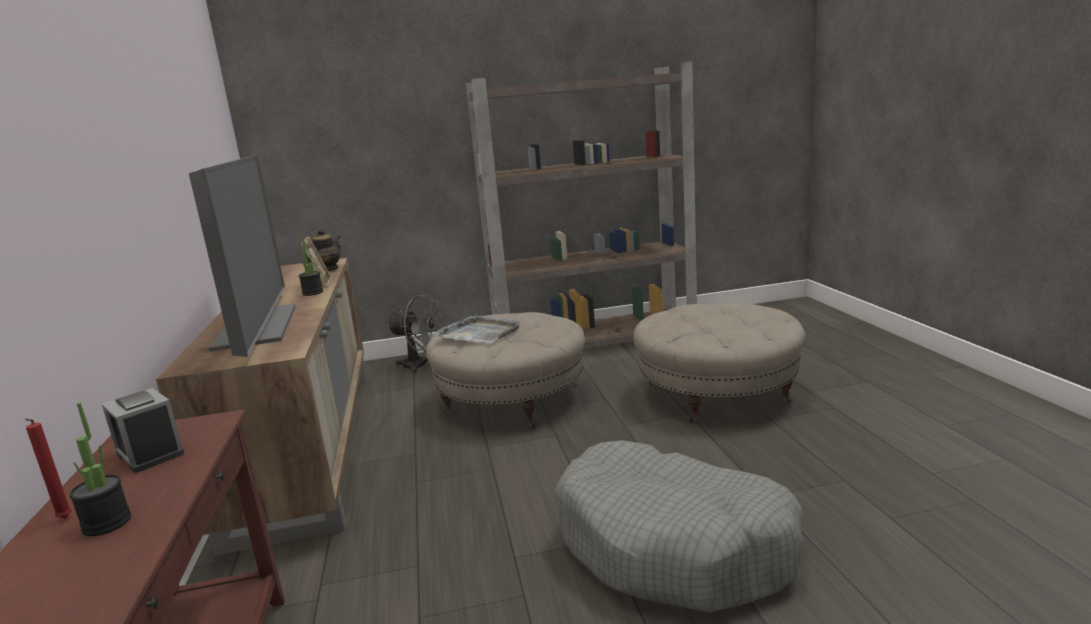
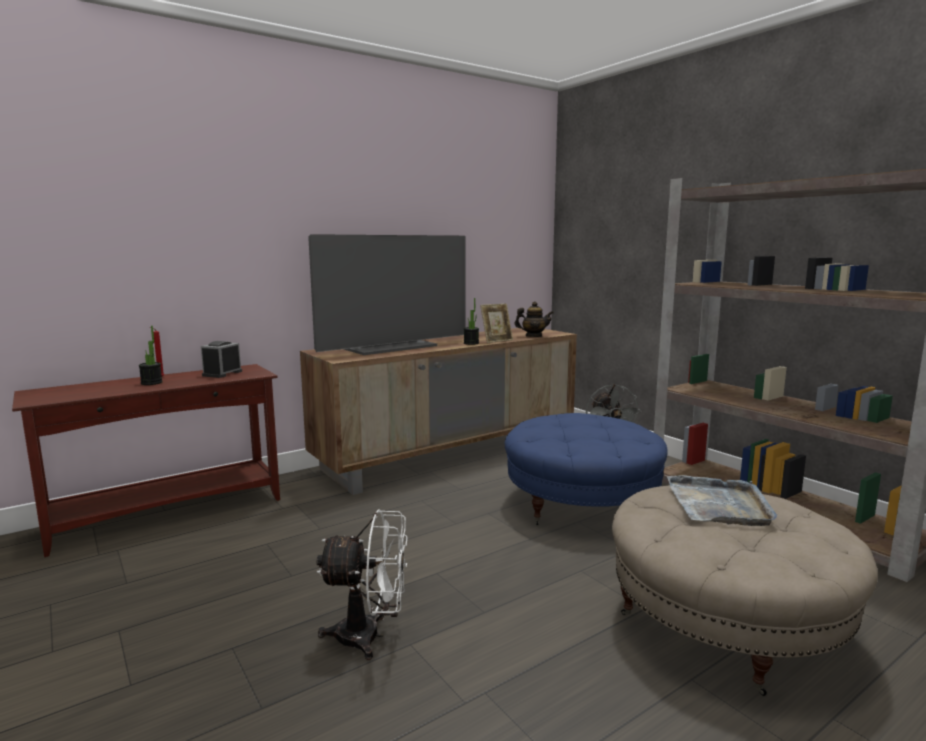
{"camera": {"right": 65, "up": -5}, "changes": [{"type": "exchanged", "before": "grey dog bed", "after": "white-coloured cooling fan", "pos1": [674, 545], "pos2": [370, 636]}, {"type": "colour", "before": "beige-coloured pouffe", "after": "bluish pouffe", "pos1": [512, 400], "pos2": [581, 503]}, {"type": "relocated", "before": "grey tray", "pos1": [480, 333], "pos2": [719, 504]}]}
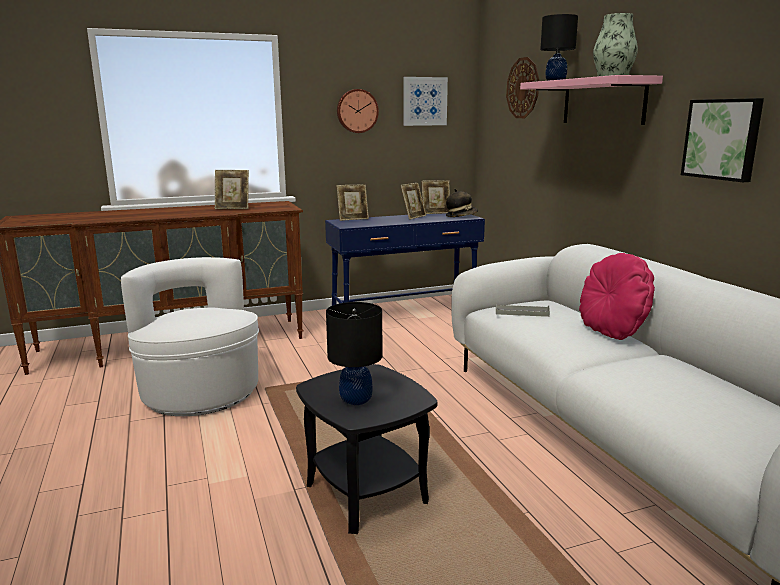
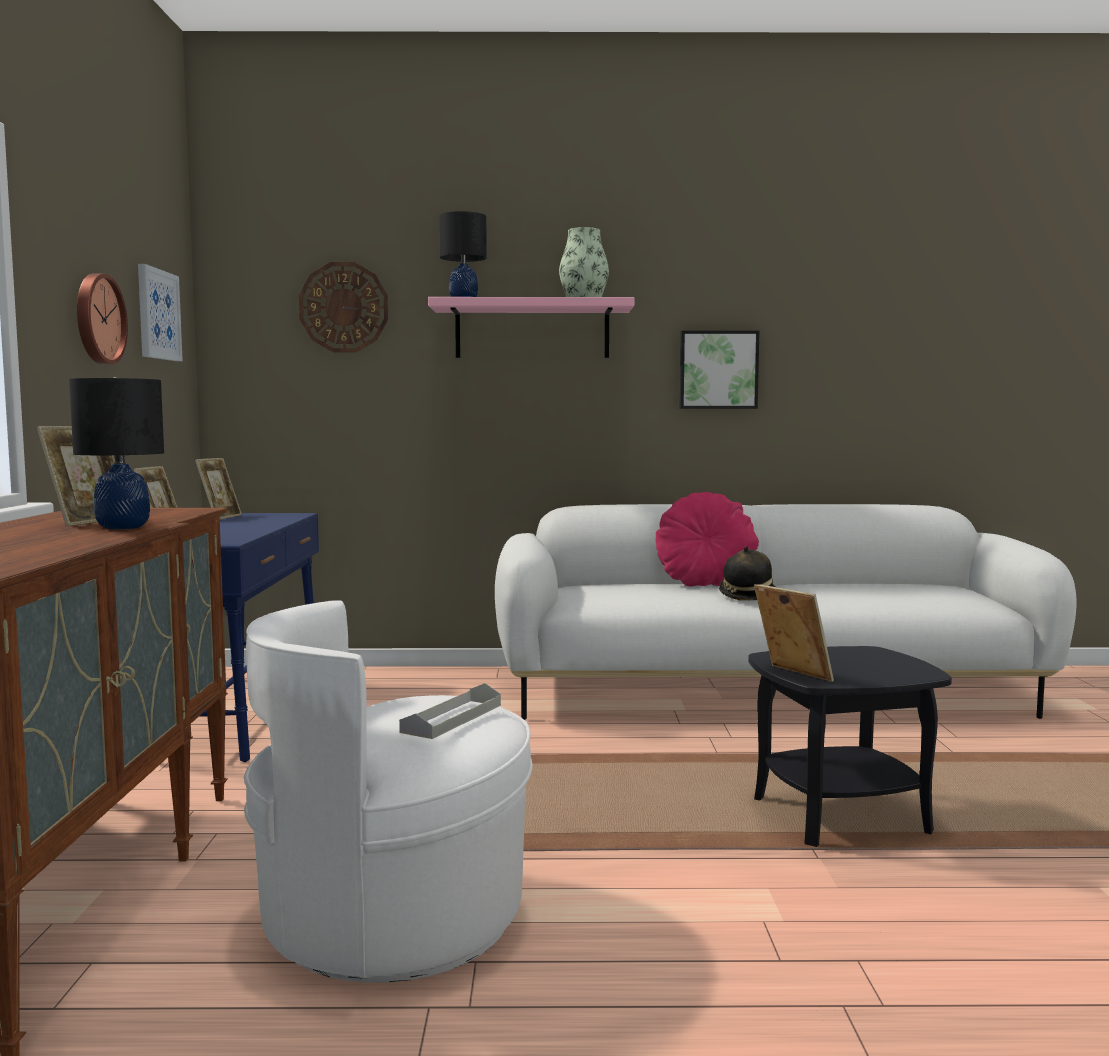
{"camera": {"right": -70, "up": -10}, "changes": [{"type": "relocated", "before": "black-coloured table lamp", "pos1": [355, 401], "pos2": [123, 528]}, {"type": "relocated", "before": "grey tray", "pos1": [522, 312], "pos2": [452, 718]}, {"type": "relocated", "before": "clothing hat", "pos1": [461, 216], "pos2": [747, 596]}, {"type": "relocated", "before": "picture frame", "pos1": [413, 217], "pos2": [791, 675]}]}
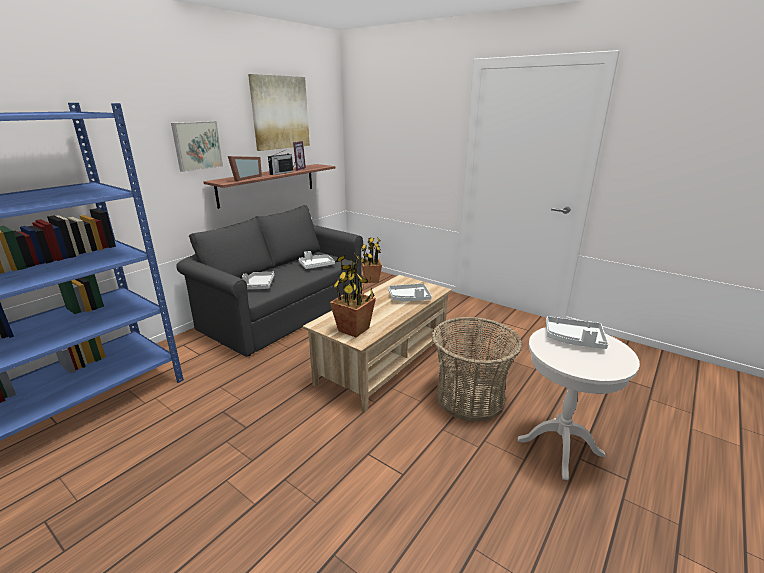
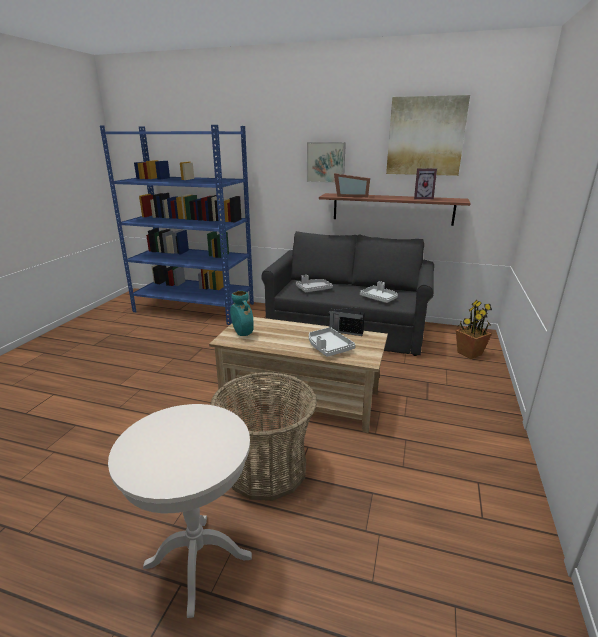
{"camera": {"right": 70, "up": 0}, "changes": [{"type": "exchanged", "before": "potted plant", "after": "turquoise decorative vase", "pos1": [354, 329], "pos2": [243, 334]}, {"type": "relocated", "before": "radio set", "pos1": [281, 173], "pos2": [345, 332]}, {"type": "missing", "before": "white-coloured tray", "pos1": [574, 339]}]}
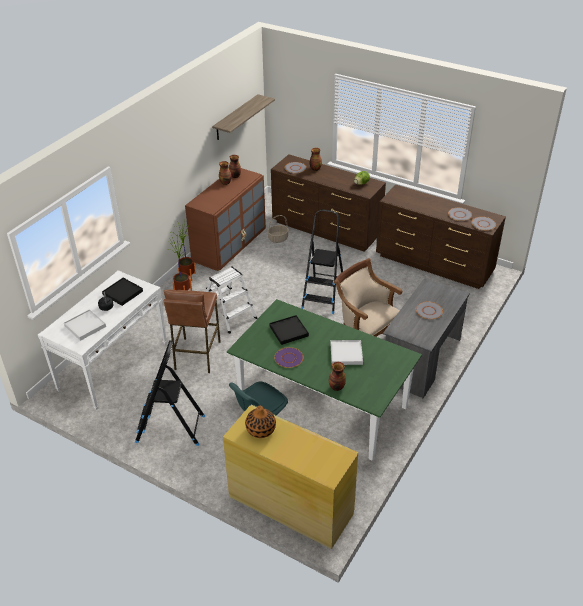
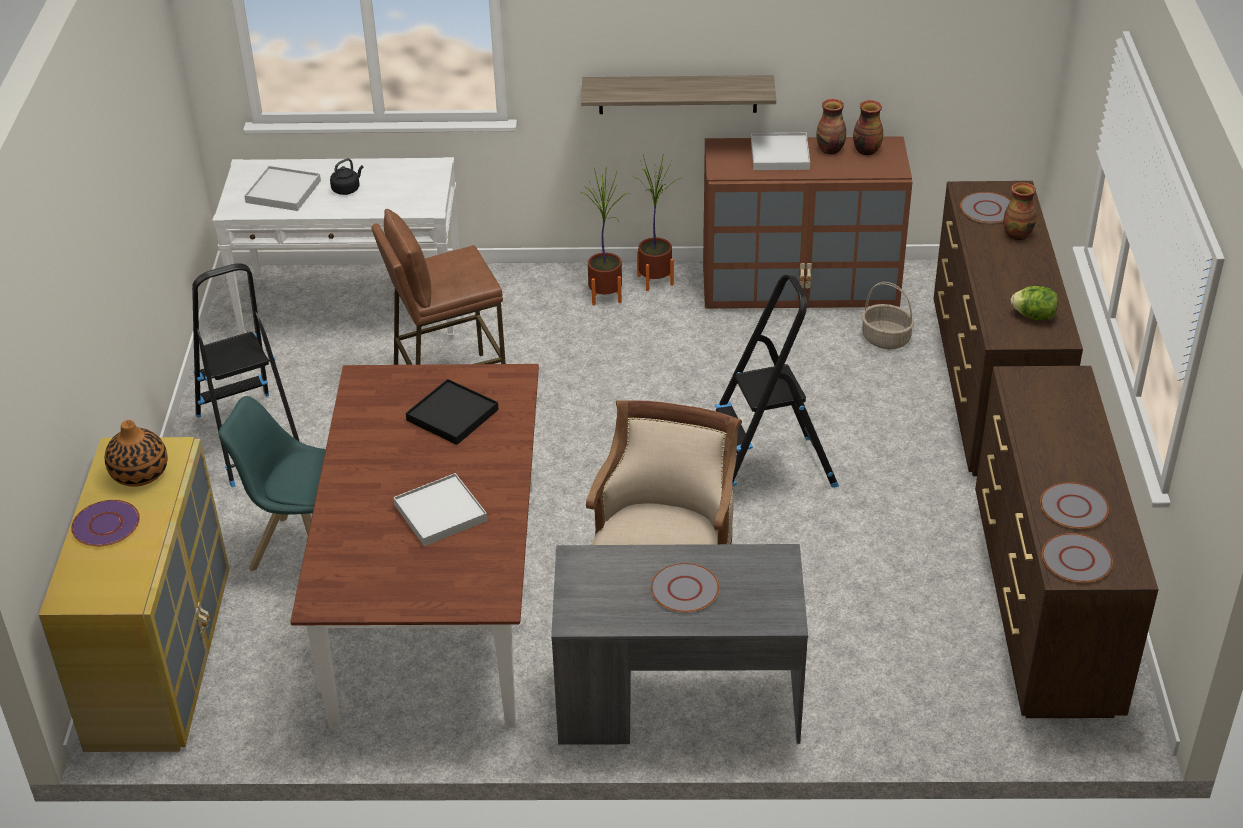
{"camera": {"right": 60, "up": 0}, "changes": [{"type": "relocated", "before": "purple-coloured plate", "pos1": [288, 358], "pos2": [105, 525]}, {"type": "colour", "before": "green dinner table", "after": "brown-coloured dinner table", "pos1": [323, 403], "pos2": [439, 599]}, {"type": "relocated", "before": "shelf", "pos1": [236, 117], "pos2": [677, 94]}, {"type": "appeared", "after": "white-coloured tray", "pos2": [779, 154]}, {"type": "missing", "before": "black-coloured tray", "pos1": [122, 293]}, {"type": "missing", "before": "white-coloured stepladder", "pos1": [228, 313]}, {"type": "missing", "before": "decorative vase", "pos1": [336, 387]}]}
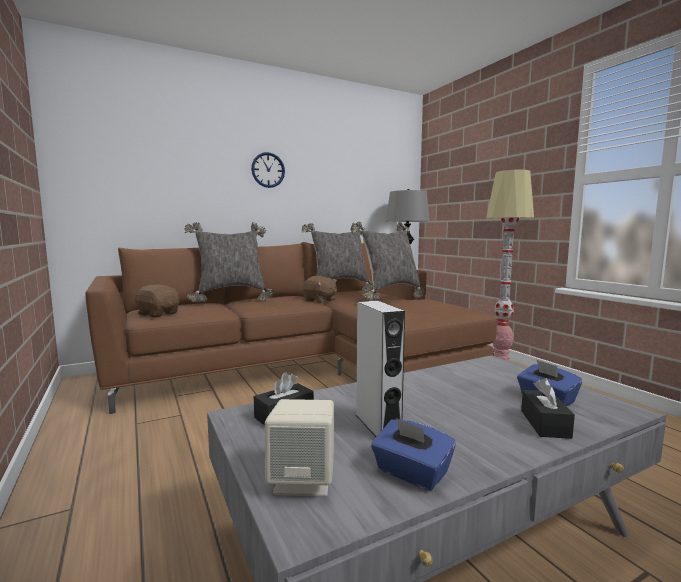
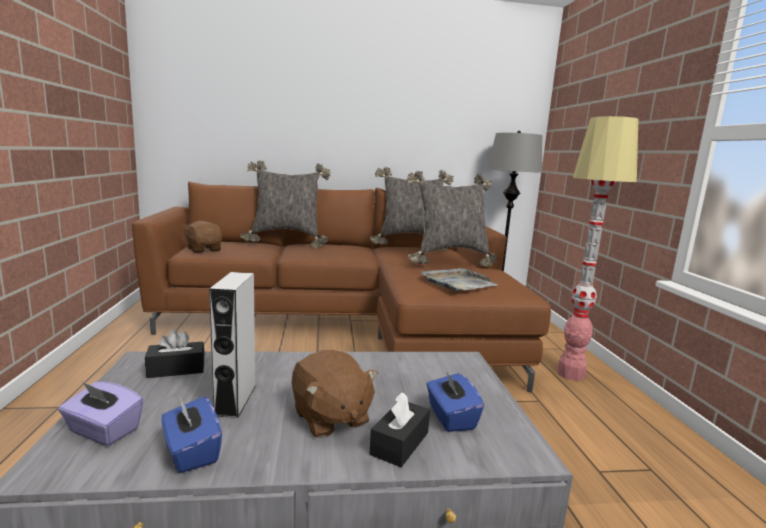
{"camera": {"right": 20, "up": 5}, "changes": [{"type": "exchanged", "before": "beige-coloured loudspeaker", "after": "purple-coloured tissue holder", "pos1": [303, 480], "pos2": [103, 431]}, {"type": "relocated", "before": "brown-coloured cuddly toy", "pos1": [320, 301], "pos2": [330, 418]}, {"type": "appeared", "after": "grey tray", "pos2": [458, 283]}, {"type": "missing", "before": "wall clock", "pos1": [268, 170]}]}
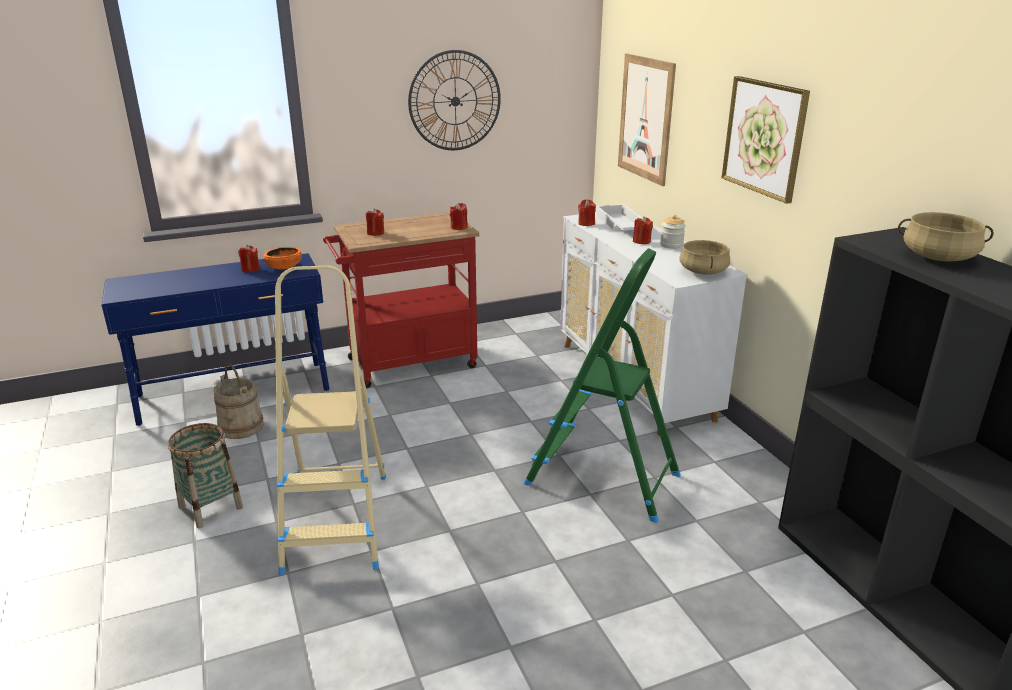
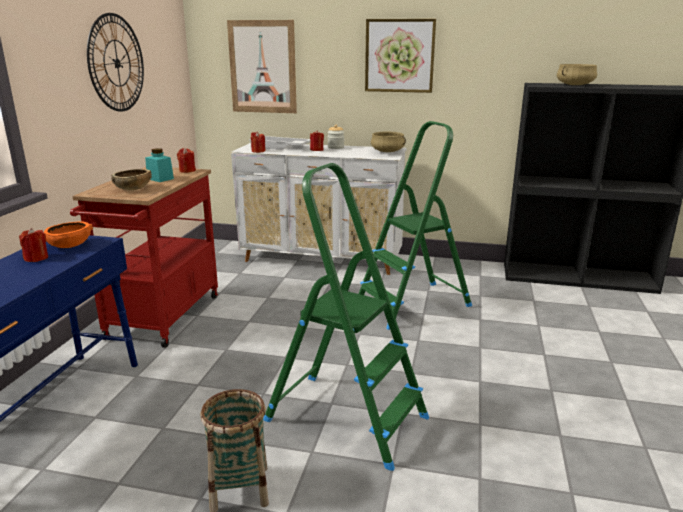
{"camera": {"right": -55, "up": -5}, "changes": [{"type": "exchanged", "before": "reddish wax light", "after": "brown-coloured serving bowl", "pos1": [375, 233], "pos2": [133, 189]}, {"type": "appeared", "after": "turquoise jar", "pos2": [160, 179]}, {"type": "colour", "before": "beige-coloured stepladder", "after": "green stepladder", "pos1": [336, 522], "pos2": [348, 419]}, {"type": "missing", "before": "beige-coloured bucket", "pos1": [241, 427]}]}
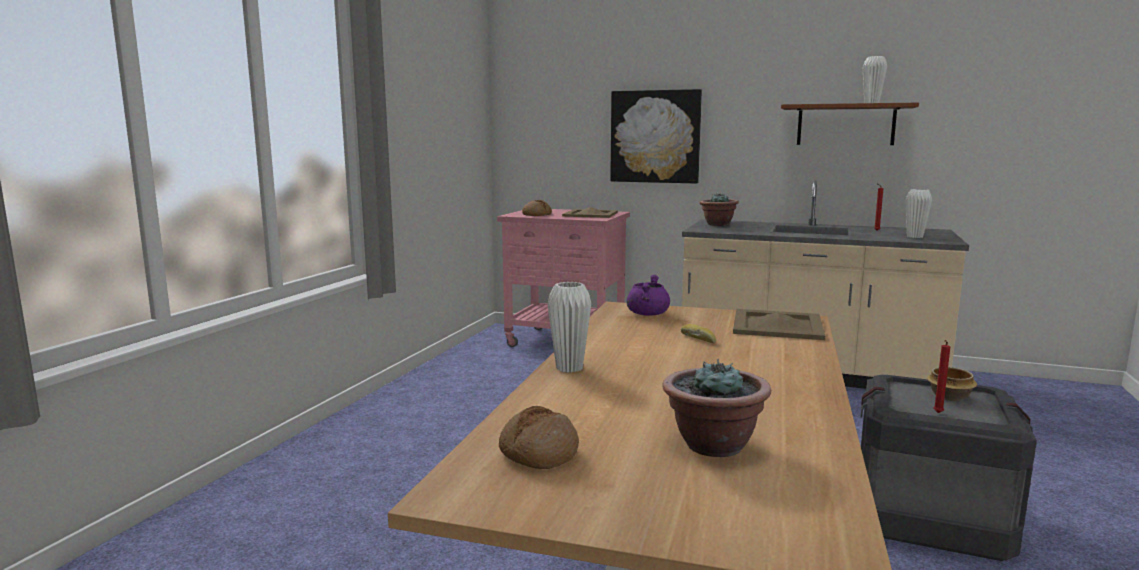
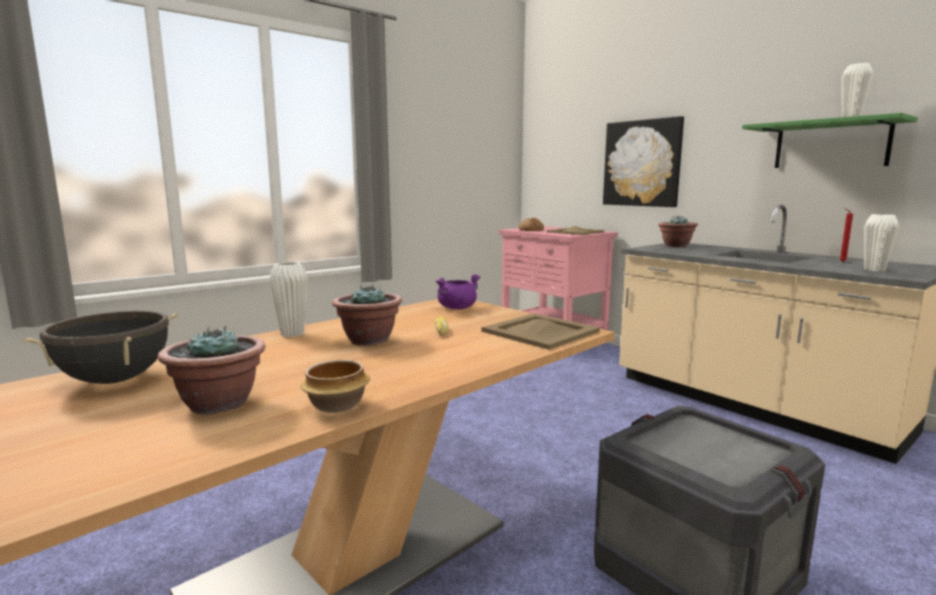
{"camera": {"right": 30, "up": 0}, "changes": [{"type": "exchanged", "before": "bread", "after": "black-coloured cooking pot", "pos1": [538, 452], "pos2": [115, 380]}, {"type": "relocated", "before": "serving bowl", "pos1": [950, 397], "pos2": [338, 406]}, {"type": "appeared", "after": "potted plant", "pos2": [368, 340]}, {"type": "colour", "before": "brown-coloured shelf", "after": "green shelf", "pos1": [845, 125], "pos2": [831, 145]}, {"type": "missing", "before": "reddish wax light", "pos1": [937, 413]}]}
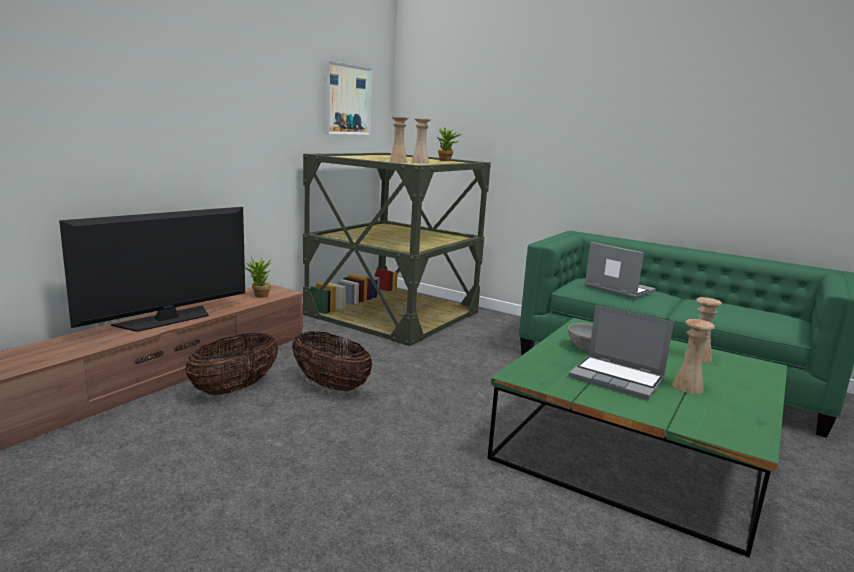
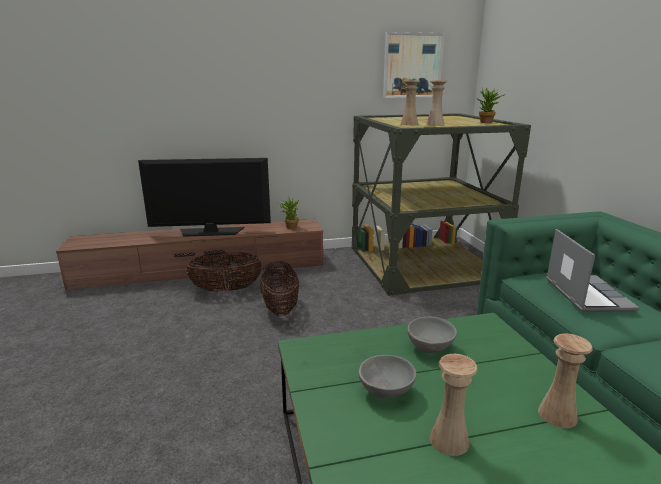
{"camera": {"right": 45, "up": 5}, "changes": [{"type": "exchanged", "before": "laptop", "after": "grey serving bowl", "pos1": [617, 379], "pos2": [386, 392]}]}
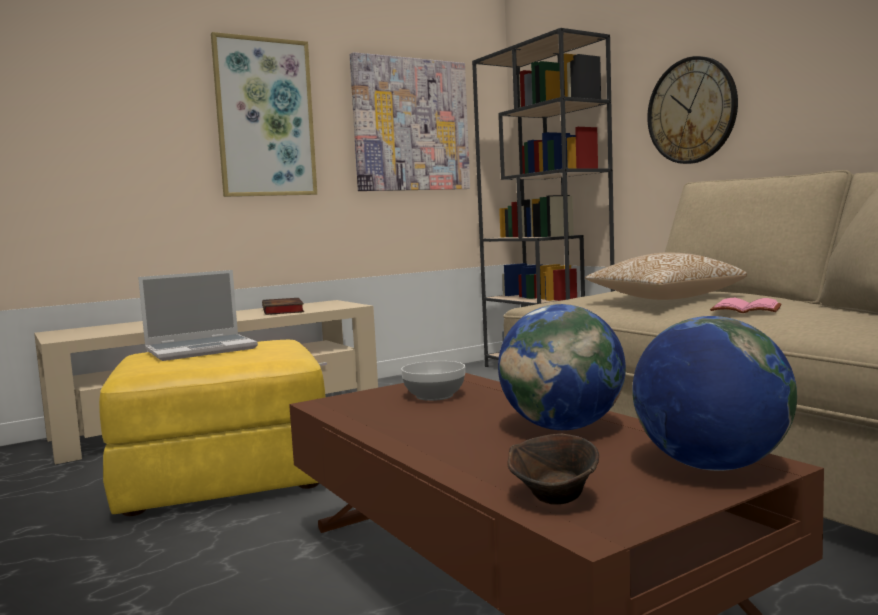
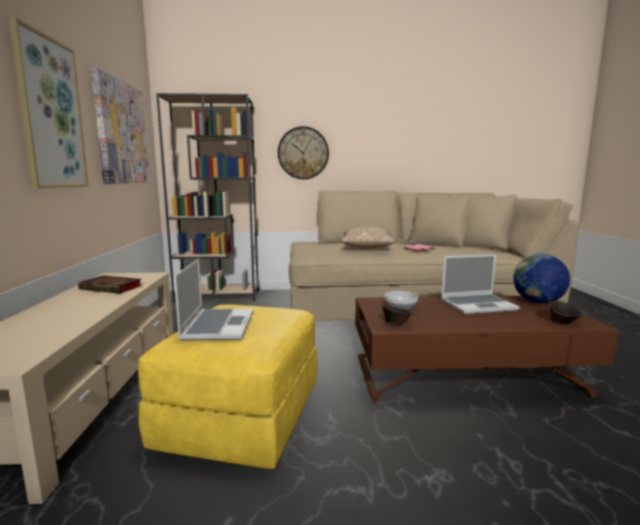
{"camera": {"right": -60, "up": 5}, "changes": [{"type": "appeared", "after": "brown-coloured serving bowl", "pos2": [395, 323]}, {"type": "exchanged", "before": "globe", "after": "laptop", "pos1": [563, 427], "pos2": [478, 305]}]}
